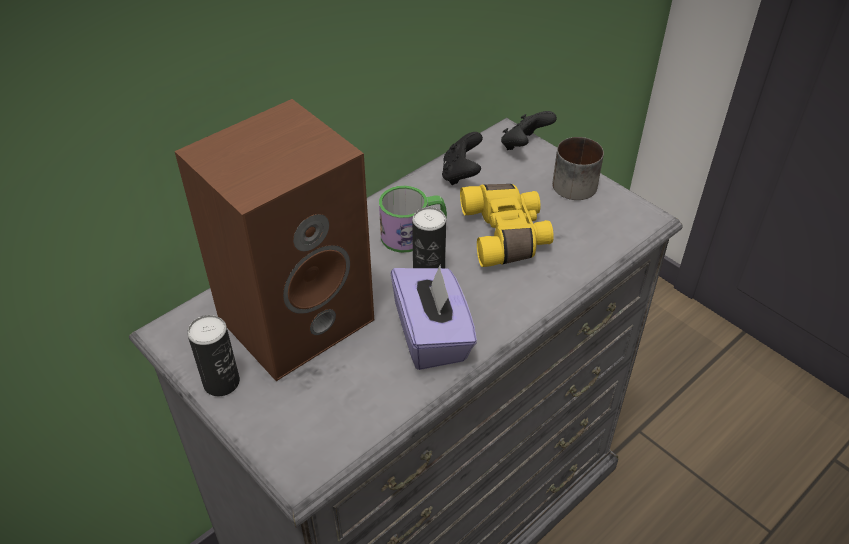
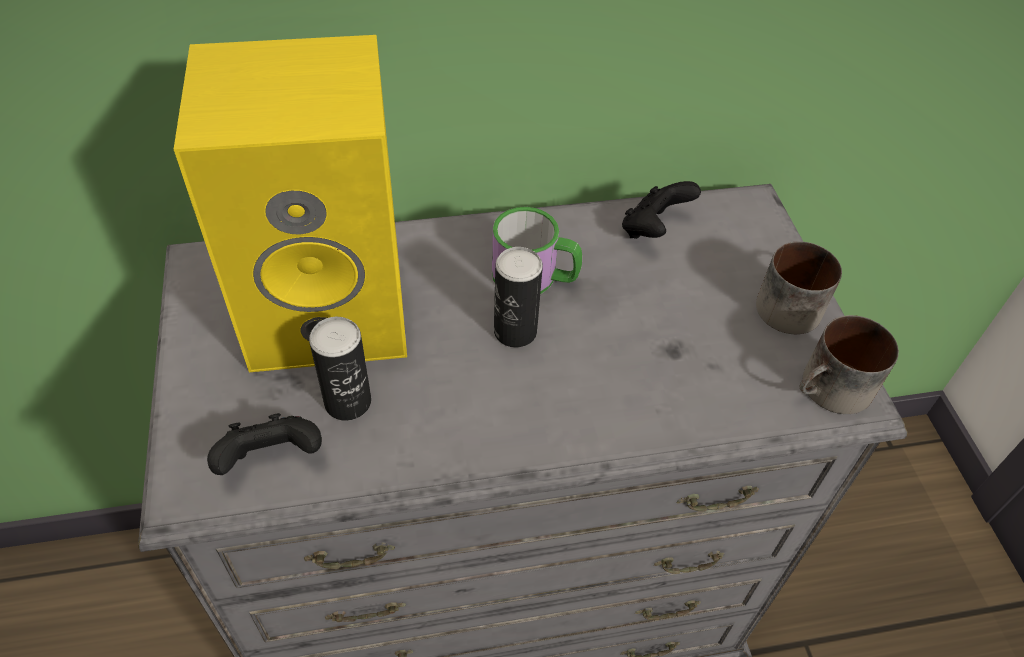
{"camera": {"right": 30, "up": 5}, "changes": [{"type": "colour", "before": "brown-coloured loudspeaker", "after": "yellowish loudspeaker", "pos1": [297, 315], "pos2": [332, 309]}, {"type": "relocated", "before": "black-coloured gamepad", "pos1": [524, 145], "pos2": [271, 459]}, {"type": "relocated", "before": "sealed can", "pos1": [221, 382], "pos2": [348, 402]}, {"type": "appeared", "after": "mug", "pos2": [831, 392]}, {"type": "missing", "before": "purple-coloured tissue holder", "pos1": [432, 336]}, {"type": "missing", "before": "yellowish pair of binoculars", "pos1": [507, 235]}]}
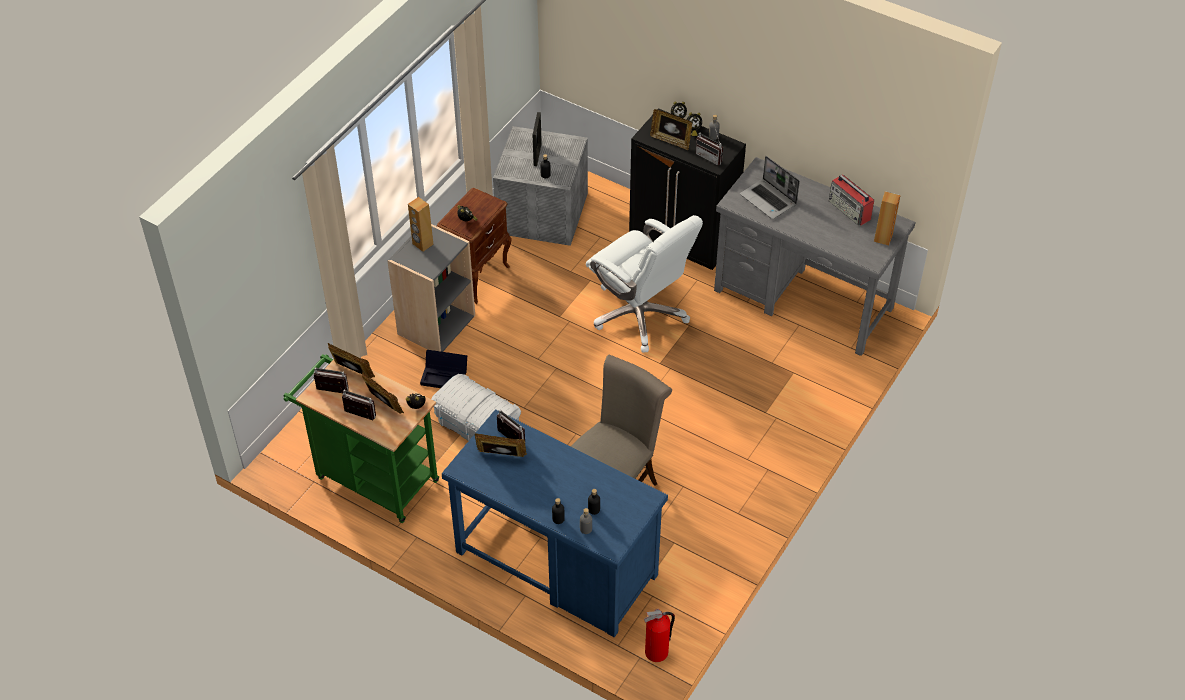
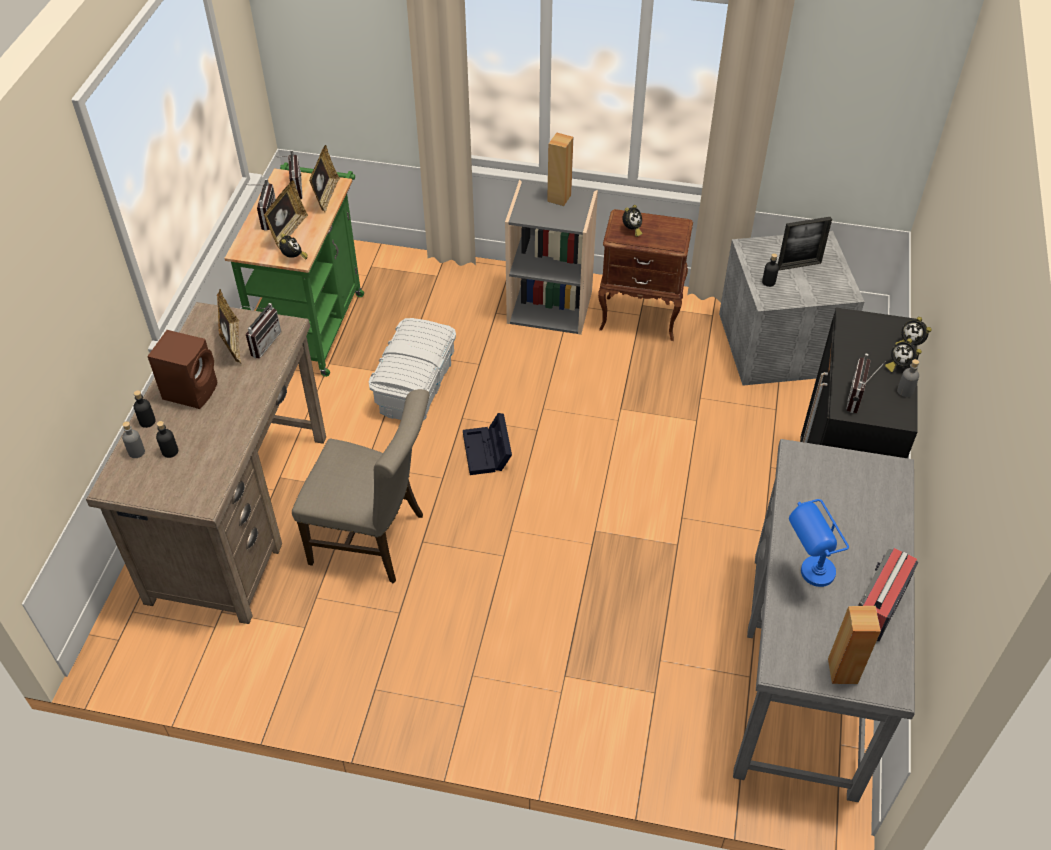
{"camera": {"right": 70, "up": 0}, "changes": [{"type": "colour", "before": "bluish desk", "after": "brown-coloured desk", "pos1": [555, 564], "pos2": [238, 515]}, {"type": "appeared", "after": "brown-coloured loudspeaker", "pos2": [192, 390]}, {"type": "relocated", "before": "black-coloured storage bin", "pos1": [446, 376], "pos2": [488, 453]}, {"type": "appeared", "after": "bluish table lamp", "pos2": [807, 576]}, {"type": "missing", "before": "white-coloured desk chair", "pos1": [639, 315]}, {"type": "missing", "before": "fire extinguisher", "pos1": [657, 652]}, {"type": "missing", "before": "picture frame", "pos1": [671, 140]}, {"type": "missing", "before": "laptop", "pos1": [769, 200]}]}
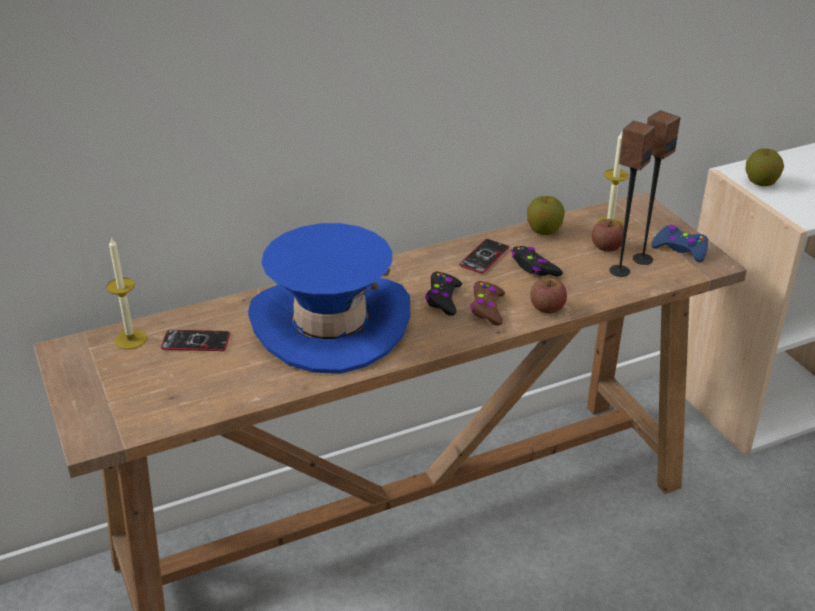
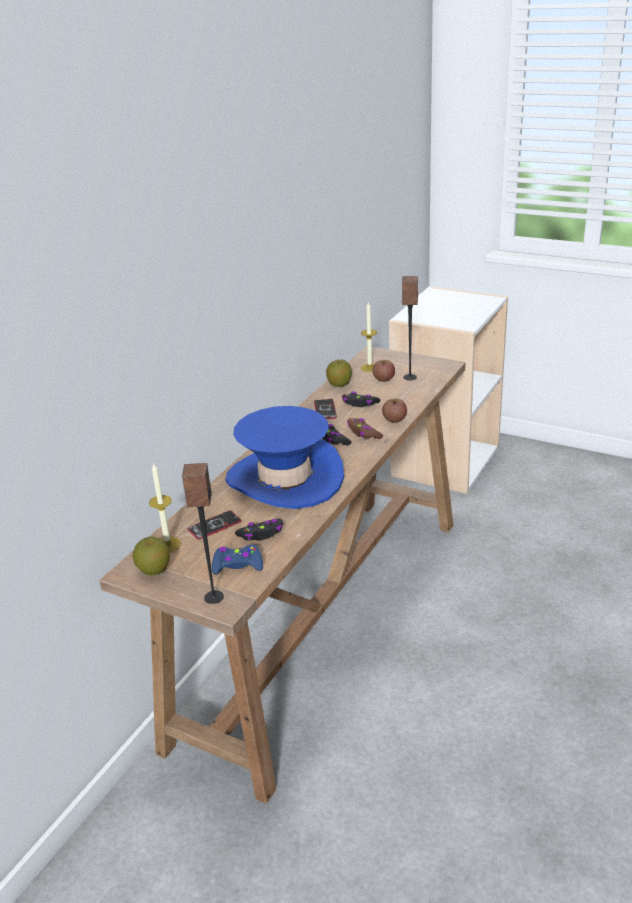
{"camera": {"right": -35, "up": -5}, "changes": [{"type": "relocated", "before": "apple fruit", "pos1": [761, 183], "pos2": [154, 570]}, {"type": "relocated", "before": "loudspeaker", "pos1": [619, 271], "pos2": [213, 597]}, {"type": "relocated", "before": "bluish gamepad", "pos1": [680, 249], "pos2": [237, 565]}, {"type": "appeared", "after": "black-coloured gamepad", "pos2": [261, 534]}]}
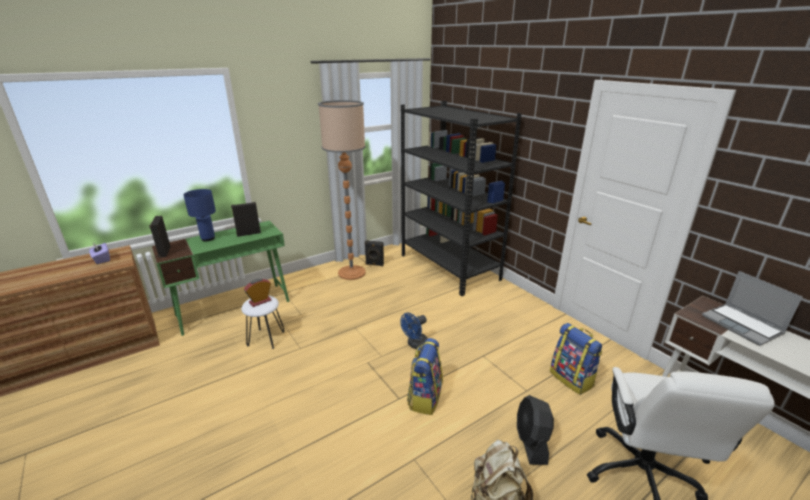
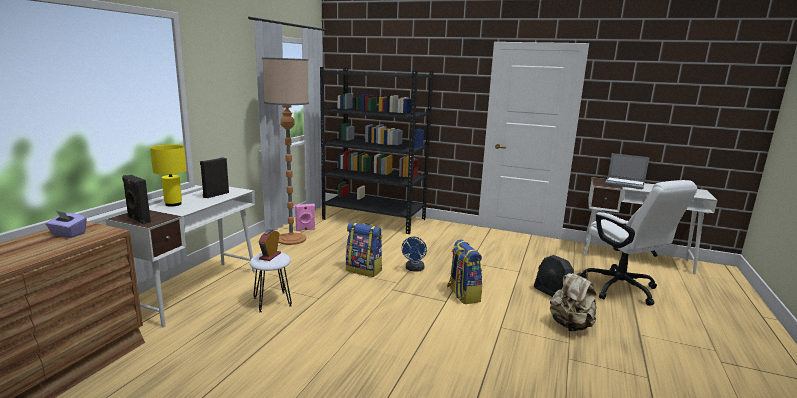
{"camera": {"right": -35, "up": -10}, "changes": [{"type": "colour", "before": "green desk", "after": "white-coloured desk", "pos1": [234, 308], "pos2": [197, 291]}, {"type": "colour", "before": "bluish table lamp", "after": "yellowish table lamp", "pos1": [207, 239], "pos2": [173, 204]}, {"type": "colour", "before": "black-coloured loudspeaker", "after": "pink-coloured loudspeaker", "pos1": [374, 264], "pos2": [305, 229]}, {"type": "relocated", "before": "knapsack", "pos1": [572, 379], "pos2": [364, 270]}]}
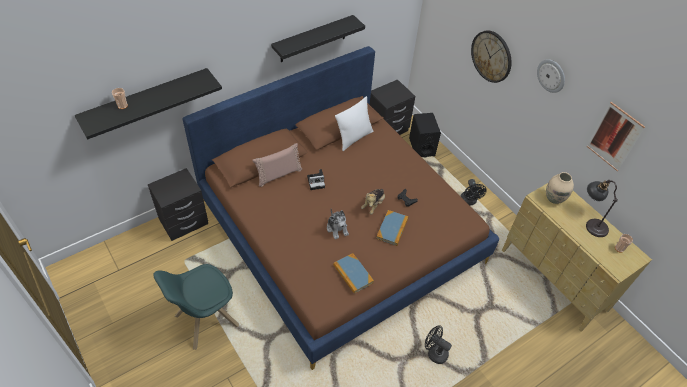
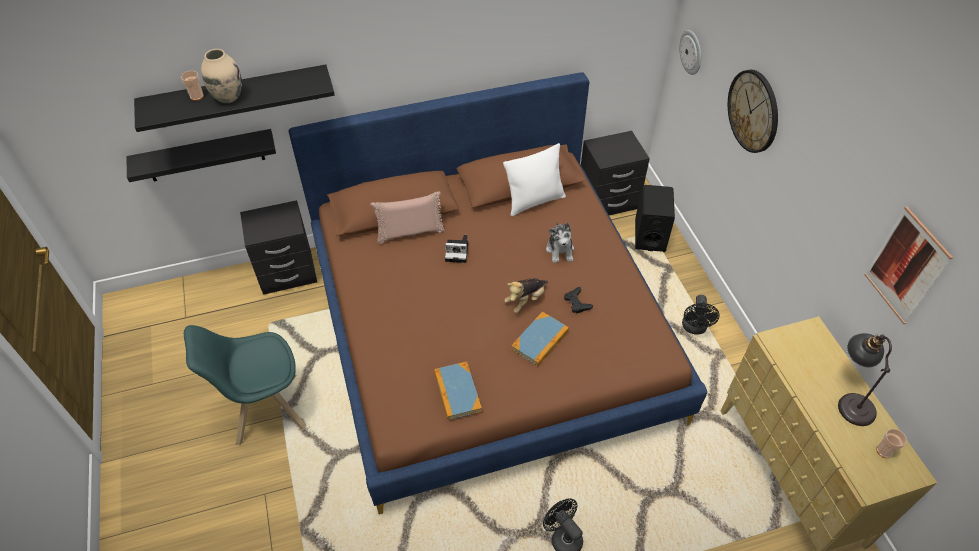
{"camera": {"right": 20, "up": 0}, "changes": [{"type": "relocated", "before": "black-coloured shelf", "pos1": [313, 39], "pos2": [205, 156]}, {"type": "relocated", "before": "beige-coloured decorative vase", "pos1": [553, 198], "pos2": [228, 97]}, {"type": "relocated", "before": "cuddly toy", "pos1": [337, 228], "pos2": [560, 250]}, {"type": "relocated", "before": "wall clock", "pos1": [551, 75], "pos2": [691, 52]}]}
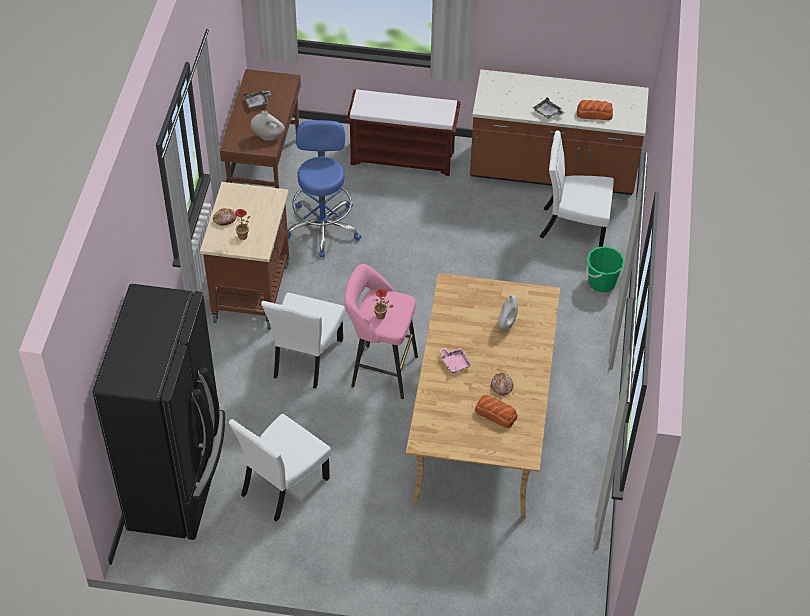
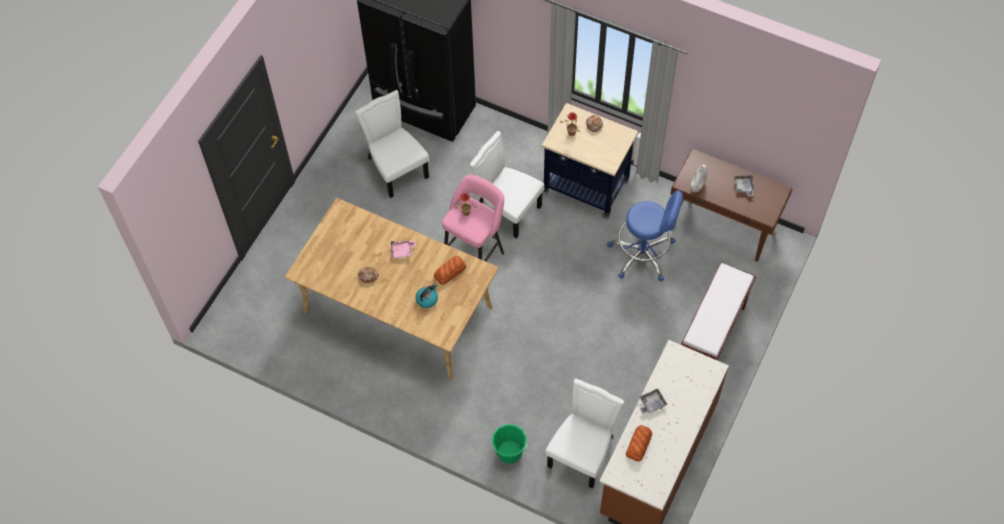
{"camera": {"right": 110, "up": 10}, "changes": [{"type": "exchanged", "before": "white-coloured decorative vase", "after": "tea kettle", "pos1": [507, 323], "pos2": [427, 299]}, {"type": "relocated", "before": "bread", "pos1": [495, 413], "pos2": [450, 271]}, {"type": "colour", "before": "brown-coloured trolley", "after": "bluish trolley", "pos1": [251, 292], "pos2": [586, 187]}]}
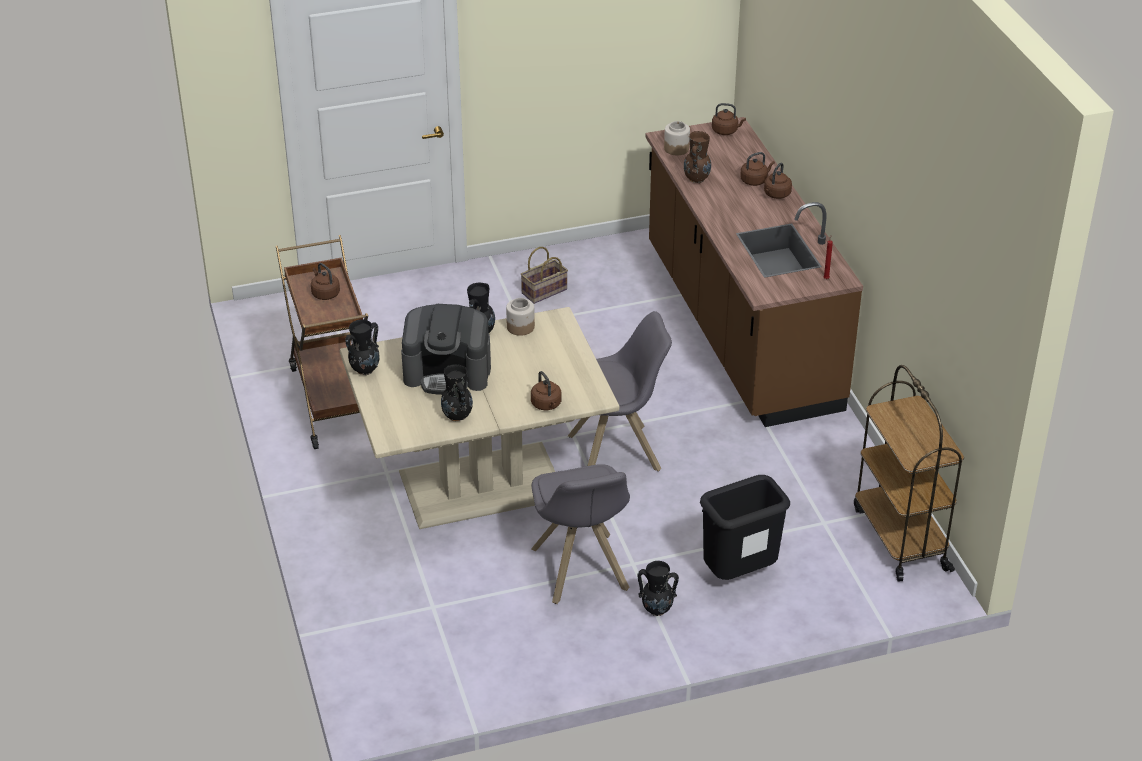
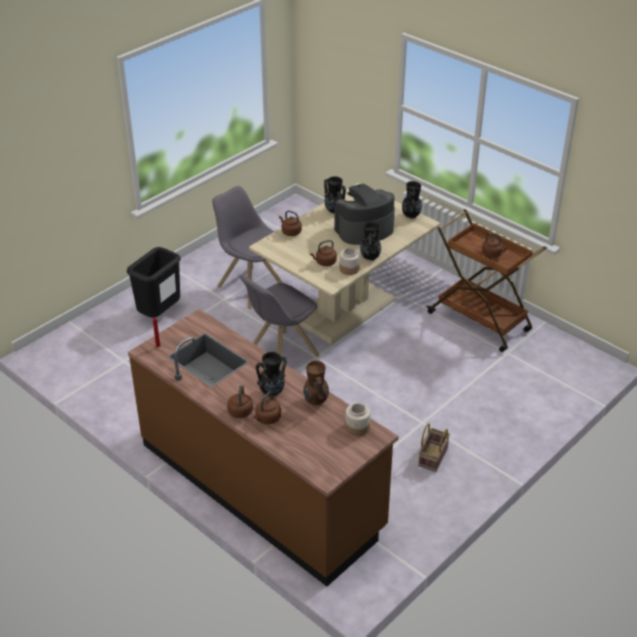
{"camera": {"right": 150, "up": 0}, "changes": [{"type": "relocated", "before": "black-coloured decorative vase", "pos1": [656, 609], "pos2": [272, 392]}, {"type": "relocated", "before": "brown-coloured tea kettle", "pos1": [726, 131], "pos2": [324, 262]}, {"type": "missing", "before": "brown-coloured trolley", "pos1": [900, 537]}]}
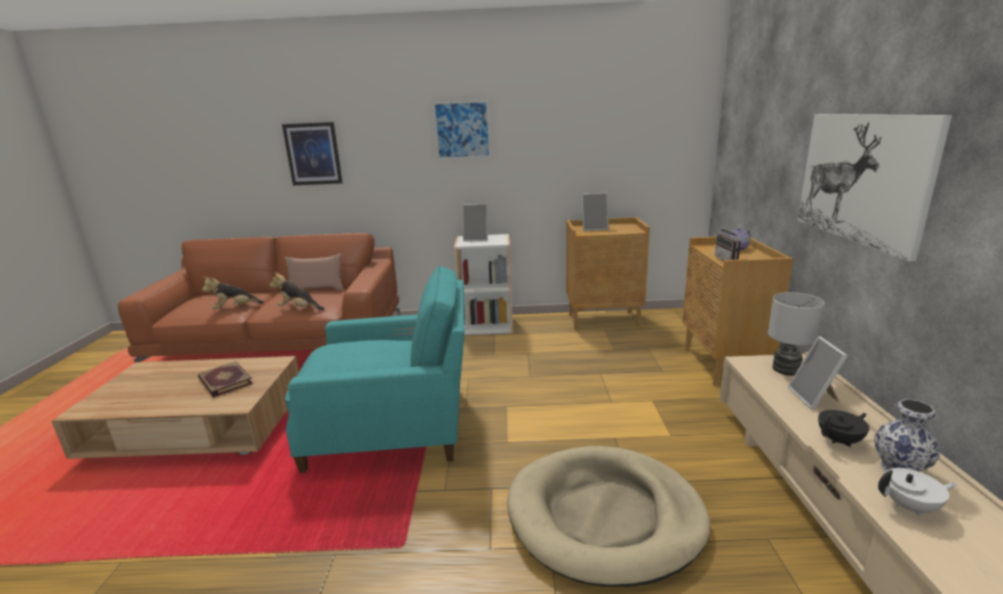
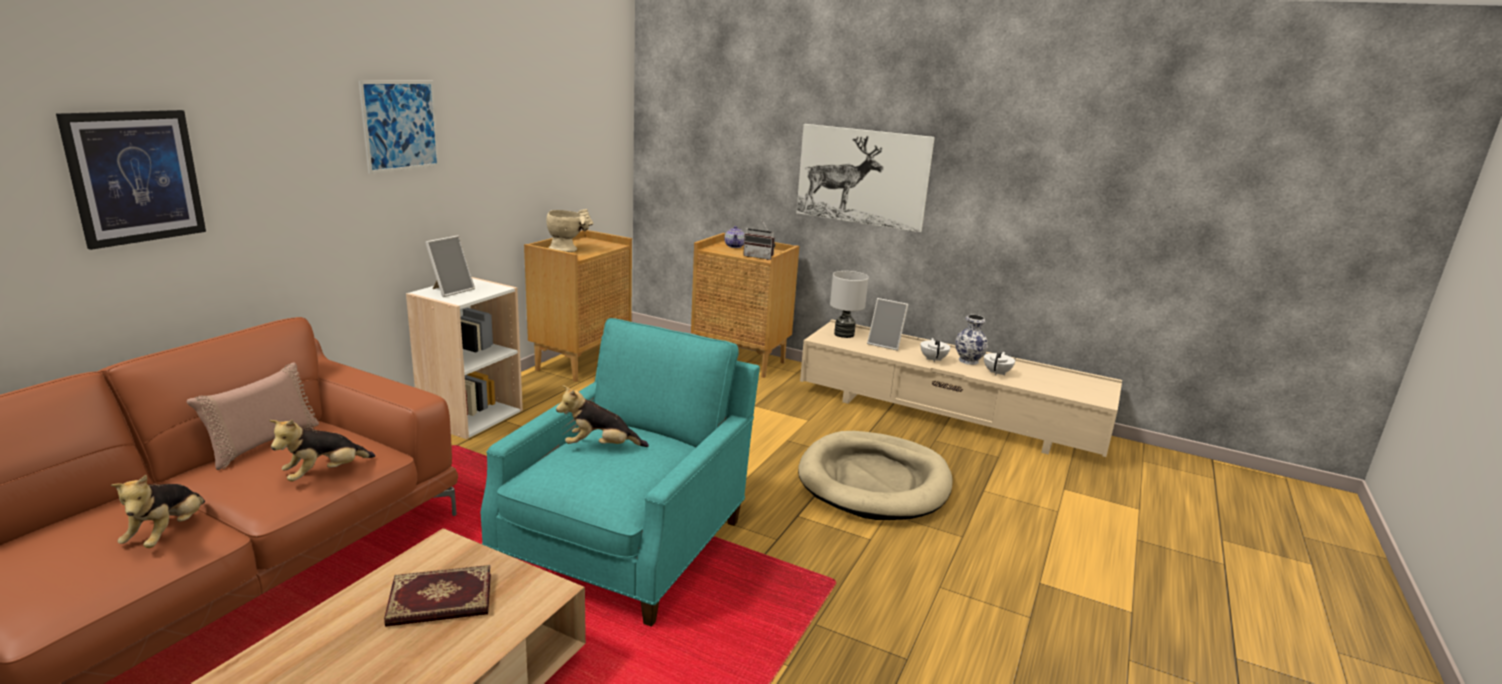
{"camera": {"right": -65, "up": 0}, "changes": [{"type": "exchanged", "before": "picture frame", "after": "beige-coloured decorative vase", "pos1": [594, 228], "pos2": [568, 250]}, {"type": "appeared", "after": "cuddly toy", "pos2": [600, 447]}, {"type": "colour", "before": "black-coloured tea pot", "after": "white-coloured tea pot", "pos1": [840, 440], "pos2": [933, 359]}]}
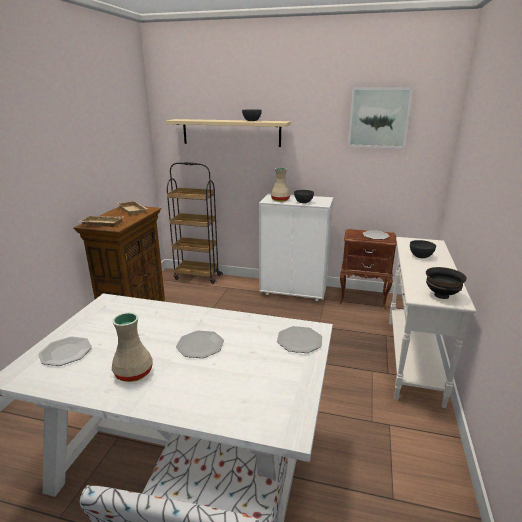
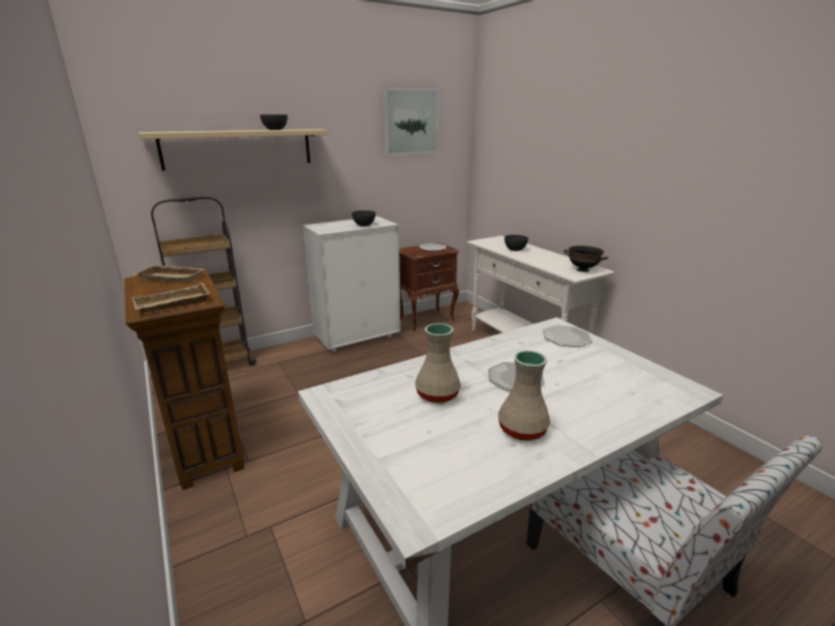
{"camera": {"right": -45, "up": 0}, "changes": [{"type": "relocated", "before": "beige-coloured decorative vase", "pos1": [280, 200], "pos2": [438, 395]}, {"type": "missing", "before": "plate", "pos1": [66, 352]}]}
